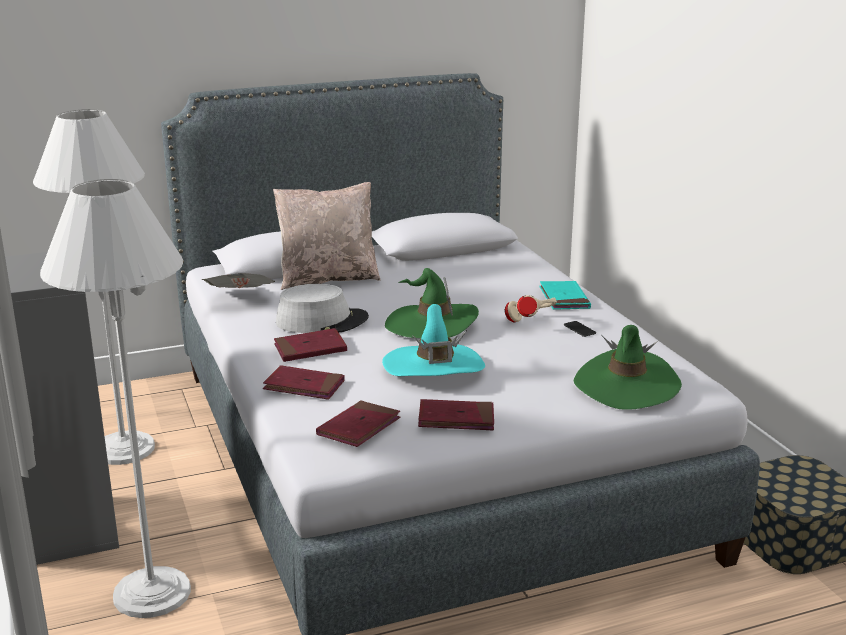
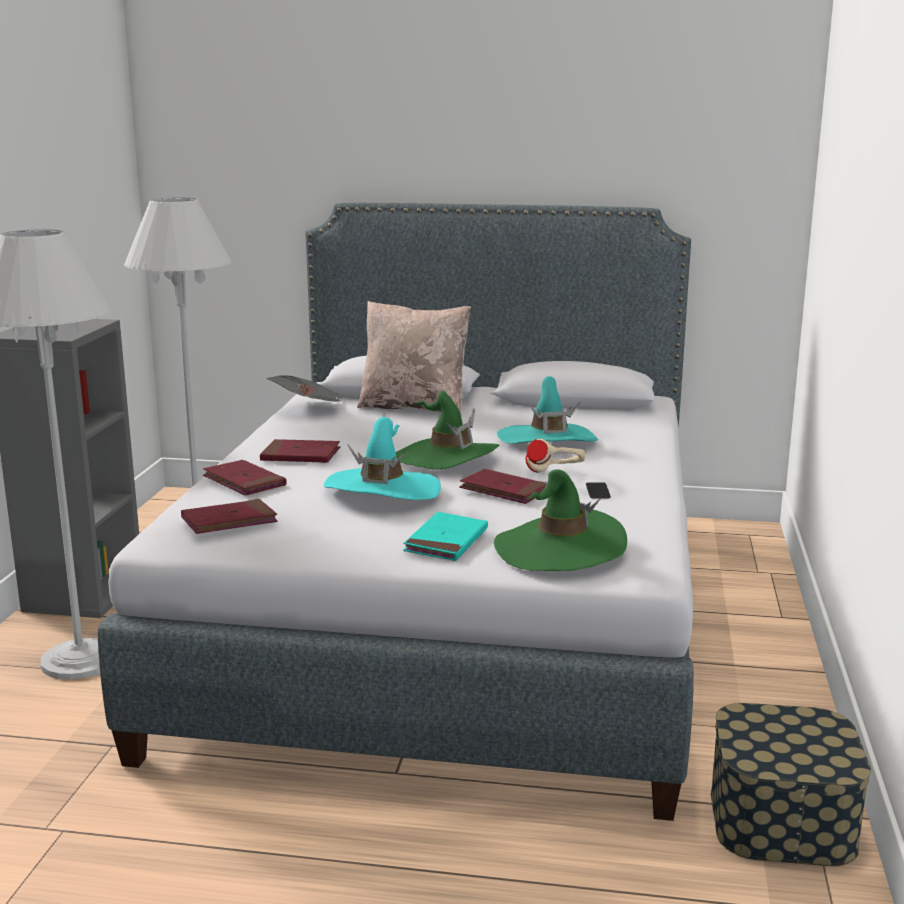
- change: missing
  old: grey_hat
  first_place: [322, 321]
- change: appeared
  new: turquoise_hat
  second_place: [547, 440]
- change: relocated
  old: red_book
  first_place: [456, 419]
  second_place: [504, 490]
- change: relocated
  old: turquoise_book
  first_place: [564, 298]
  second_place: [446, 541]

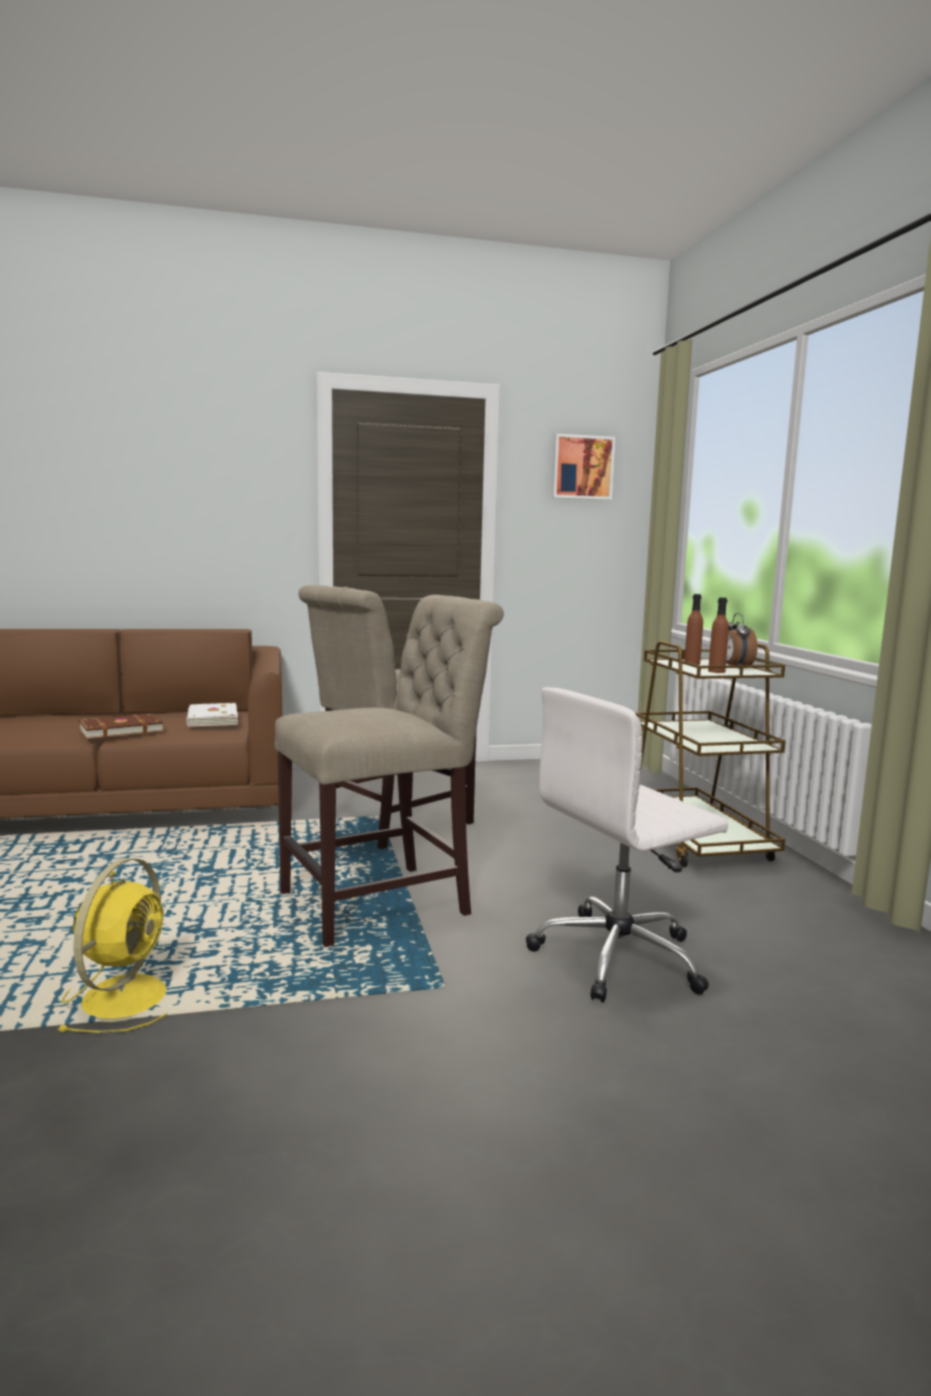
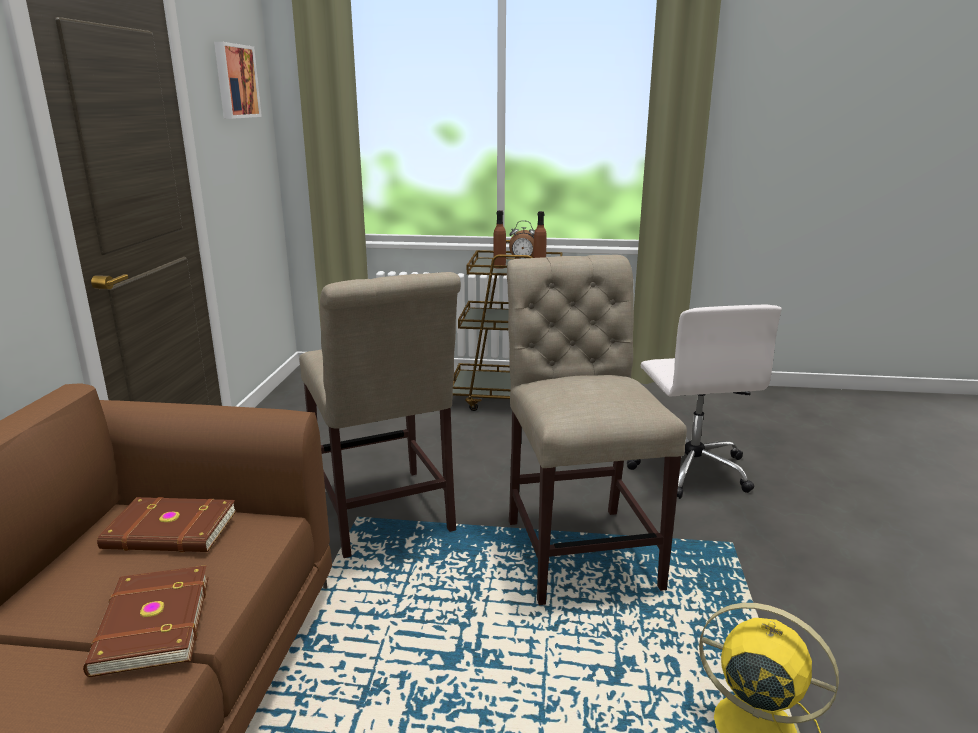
- change: colour
  old: white_book
  new: brown_book
  first_place: [211, 719]
  second_place: [170, 531]

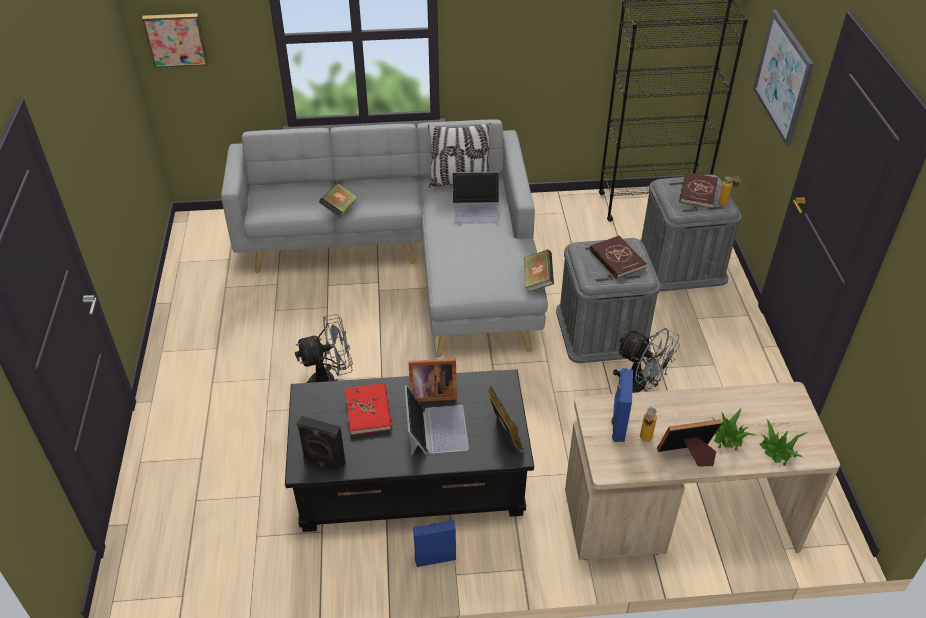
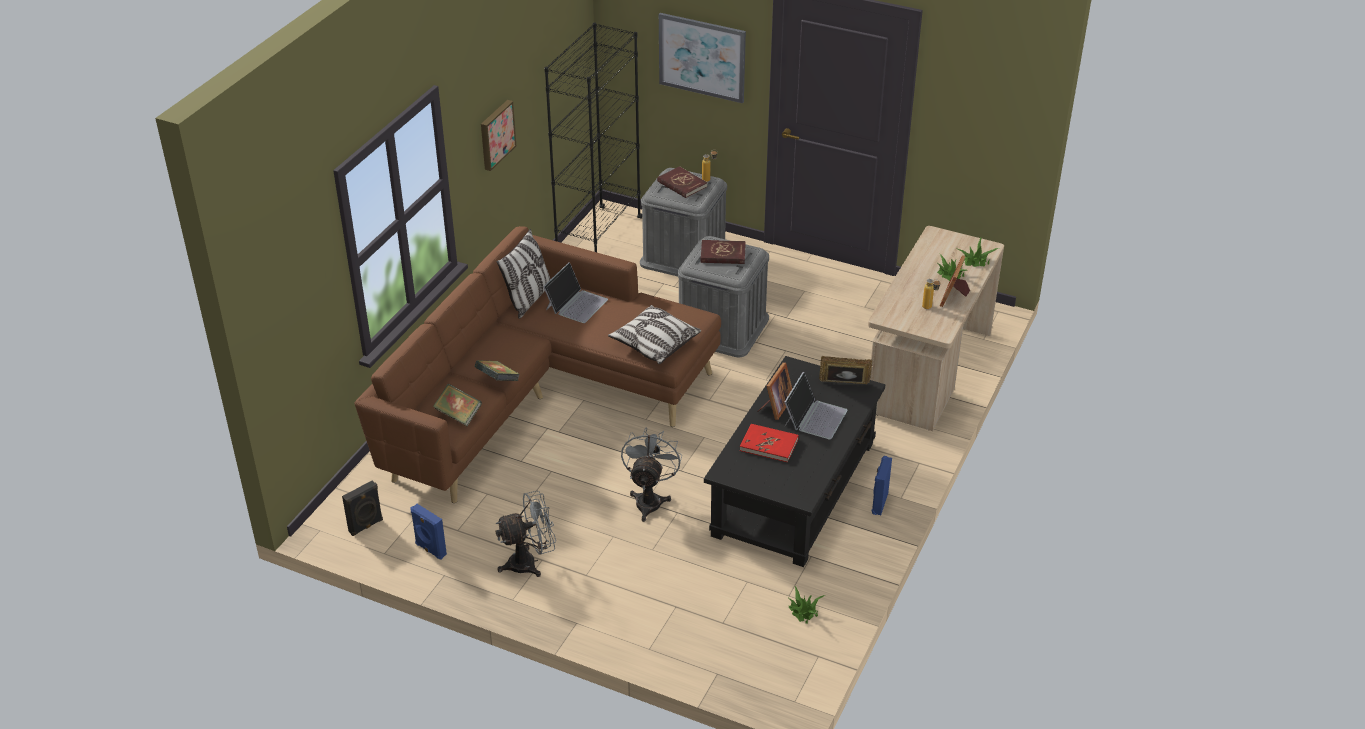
- change: appeared
  new: pillow
  second_place: [654, 344]
- change: appeared
  new: potted_plant
  second_place: [803, 611]
- change: relocated
  old: picture
  first_place: [176, 39]
  second_place: [496, 134]
- change: relocated
  old: black_speaker
  first_place: [324, 463]
  second_place: [366, 526]
- change: relocated
  old: book
  first_place: [537, 280]
  second_place: [458, 415]
- change: relocated
  old: blue_speaker
  first_place: [618, 424]
  second_place: [430, 550]
- change: relocated
  old: grey_fan
  first_place: [640, 387]
  second_place: [529, 562]
- change: colour
  old: grey_sofa
  new: brown_sofa
  first_place: [412, 263]
  second_place: [542, 398]
- change: spun
  old: laptop
  first_place: [435, 429]
  second_place: [815, 417]
  degrees: 90

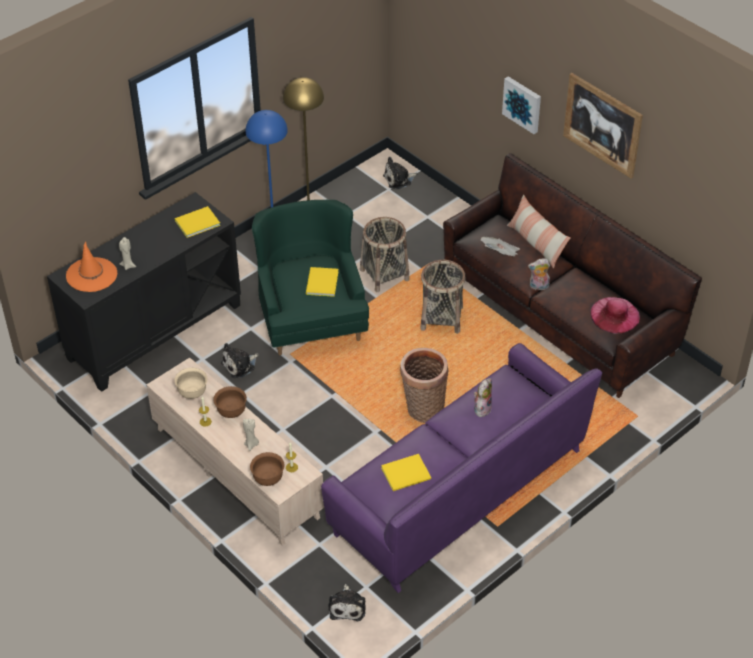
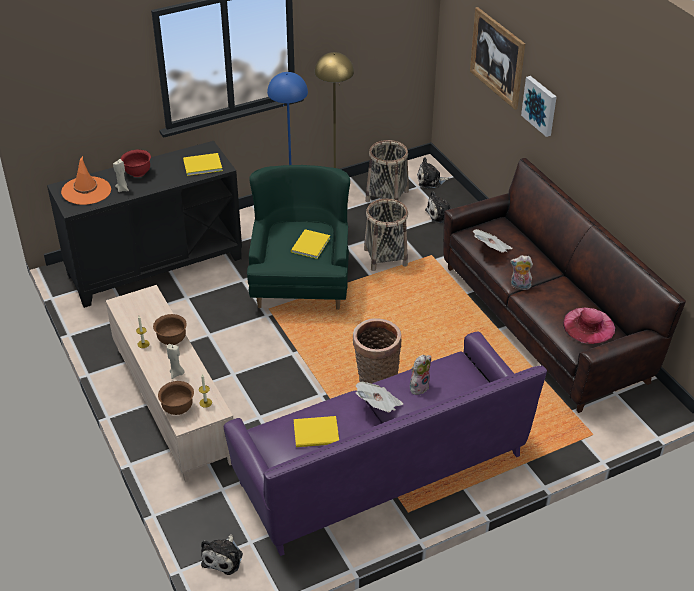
- change: missing
  old: beige_bowl
  first_place: [192, 393]
- change: missing
  old: pillow
  first_place: [536, 243]
- change: appeared
  new: red_bowl
  second_place: [138, 173]
- change: appeared
  new: newspaper
  second_place: [379, 405]
- change: relocated
  old: plush_toy
  first_place: [240, 365]
  second_place: [441, 214]
- change: relocated
  old: basket
  first_place: [441, 318]
  second_place: [387, 196]
- change: relocated
  old: picture
  first_place: [602, 125]
  second_place: [497, 57]

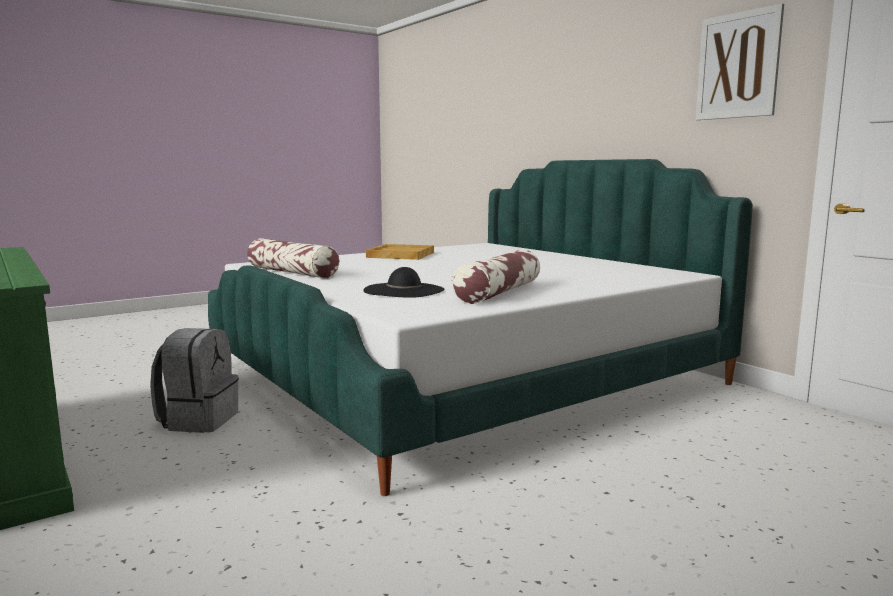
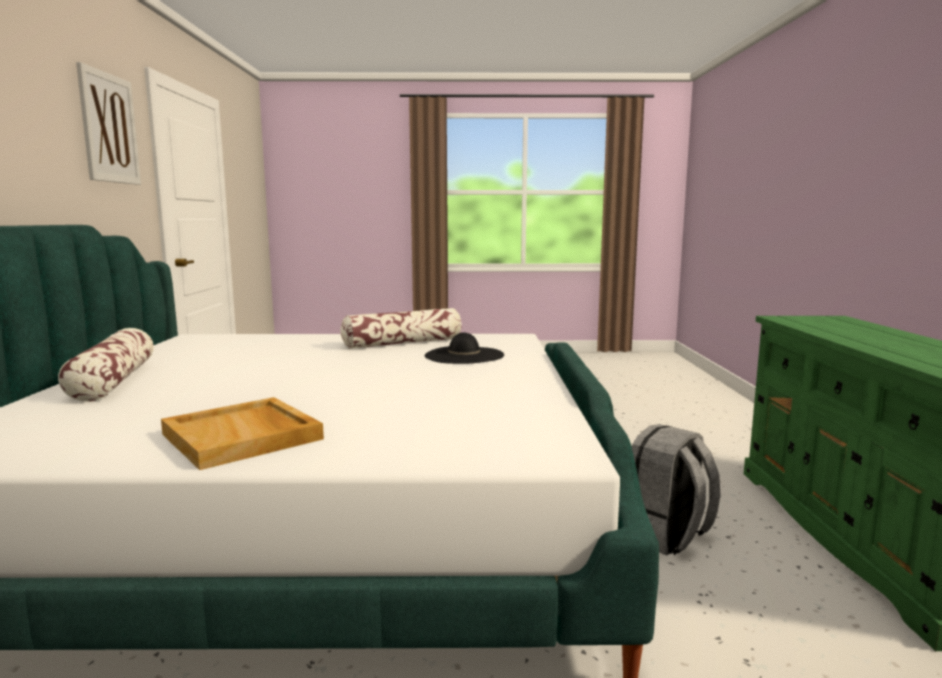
- change: relocated
  old: pillow
  first_place: [292, 272]
  second_place: [114, 381]

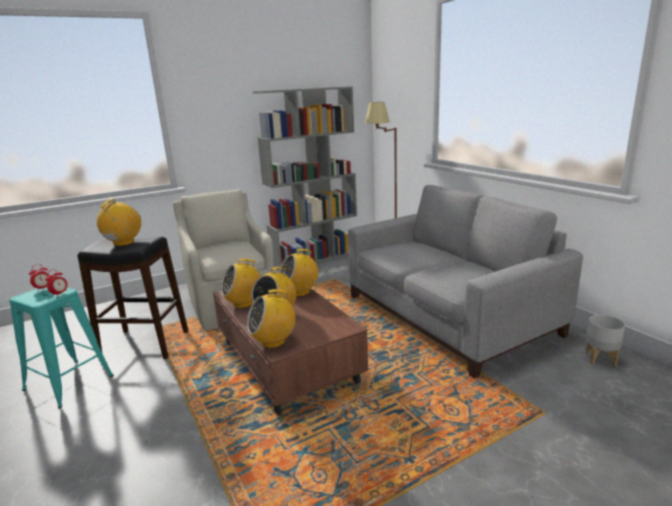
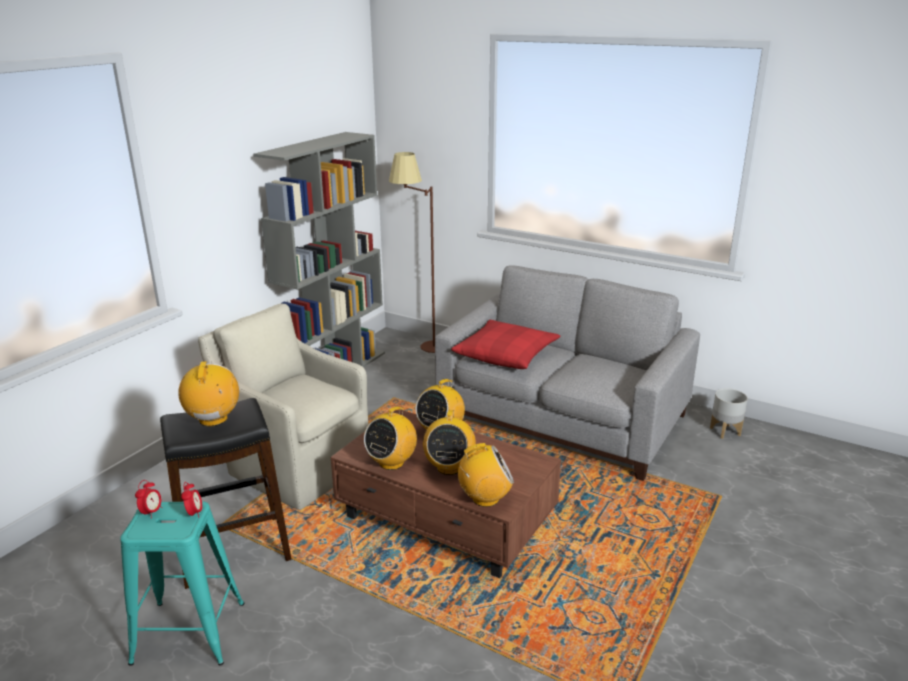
- change: appeared
  new: red_pillow
  second_place: [506, 354]
- change: spun
  old: radio
  first_place: [273, 342]
  second_place: [485, 499]
  degrees: -135

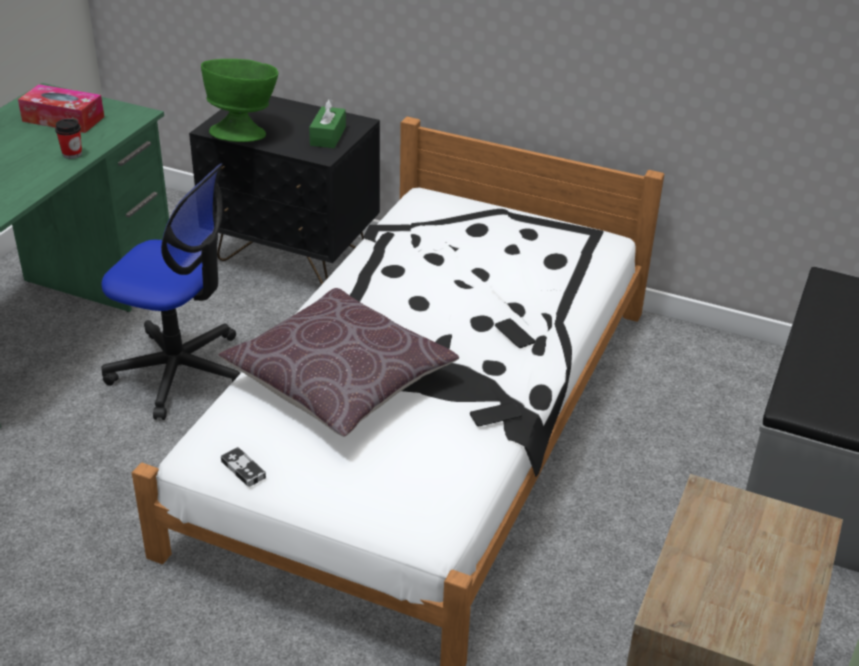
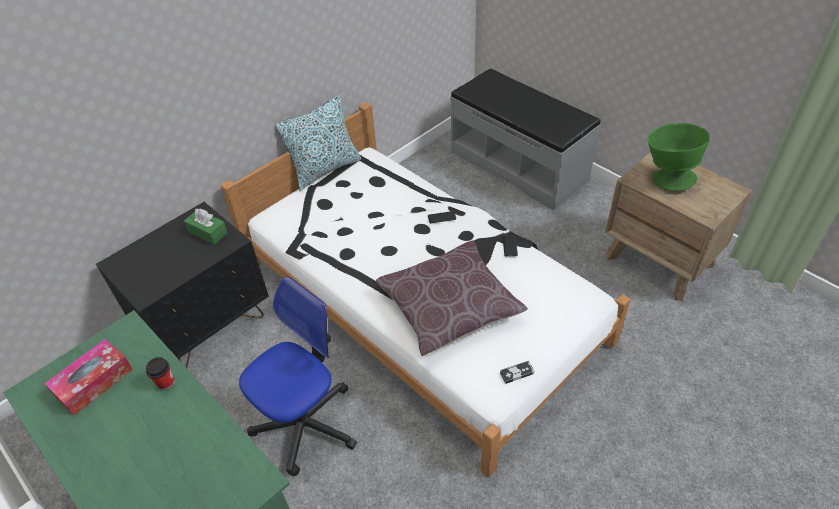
- change: appeared
  new: pillow
  second_place: [325, 169]
- change: relocated
  old: green_bowl
  first_place: [244, 132]
  second_place: [666, 178]

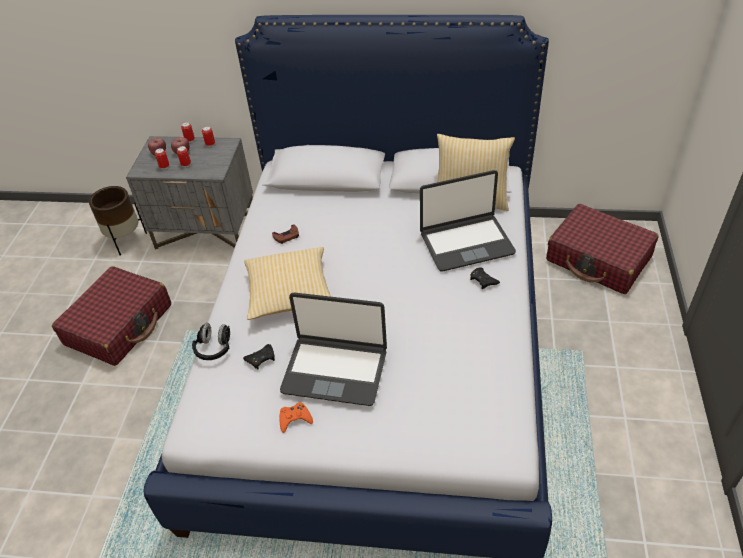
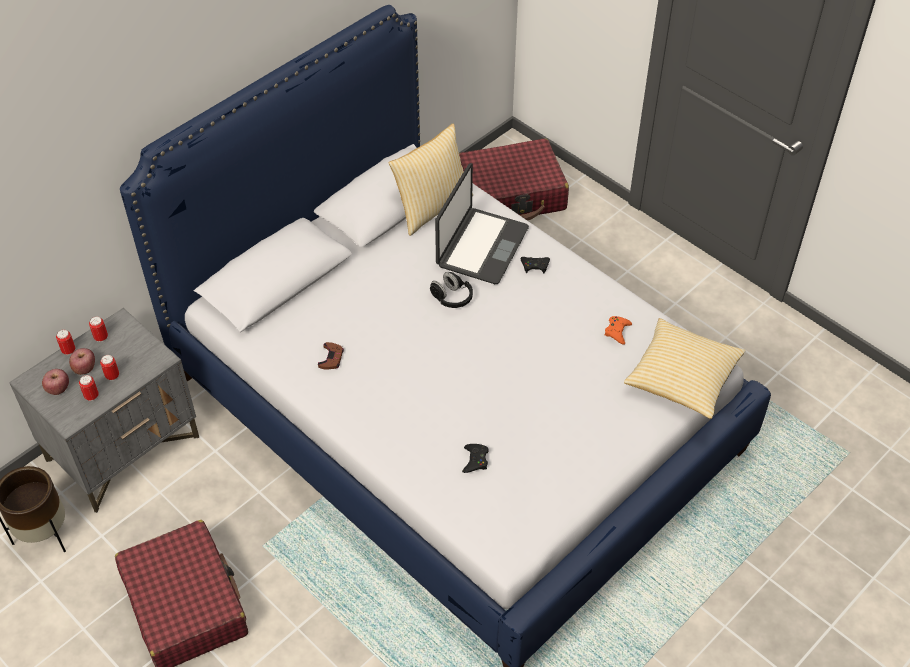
- change: missing
  old: laptop
  first_place: [335, 370]
- change: relocated
  old: black_headphones
  first_place: [214, 348]
  second_place: [452, 298]
- change: relocated
  old: pillow
  first_place: [289, 294]
  second_place: [682, 379]
- change: relocated
  old: orange_game_controller
  first_place: [295, 419]
  second_place: [617, 331]

